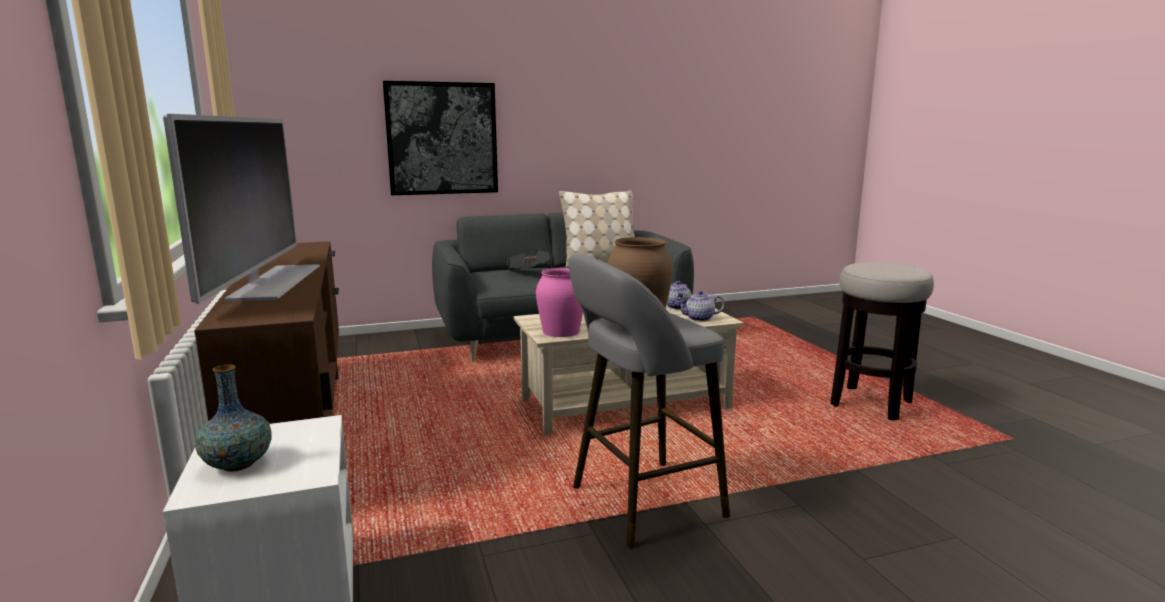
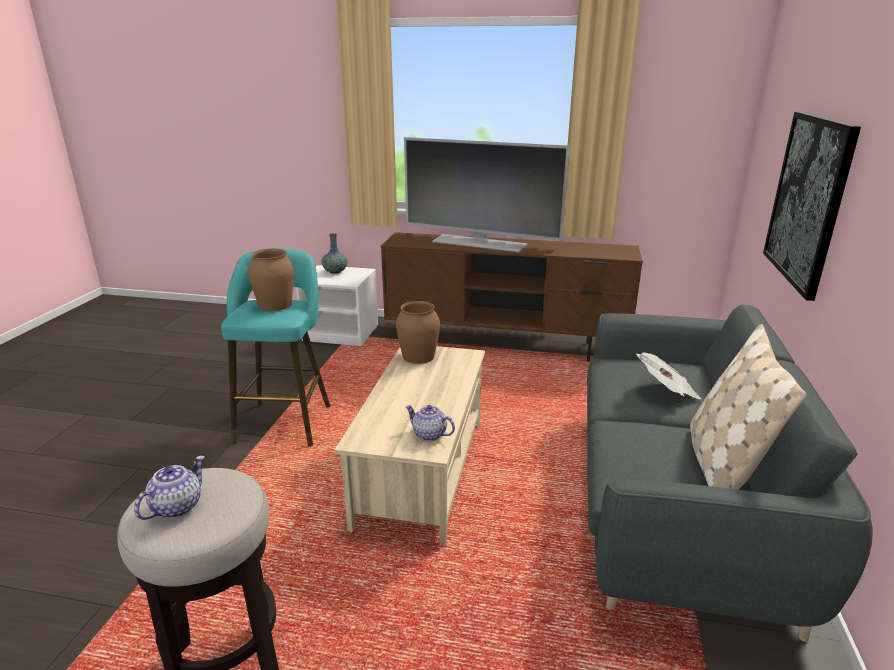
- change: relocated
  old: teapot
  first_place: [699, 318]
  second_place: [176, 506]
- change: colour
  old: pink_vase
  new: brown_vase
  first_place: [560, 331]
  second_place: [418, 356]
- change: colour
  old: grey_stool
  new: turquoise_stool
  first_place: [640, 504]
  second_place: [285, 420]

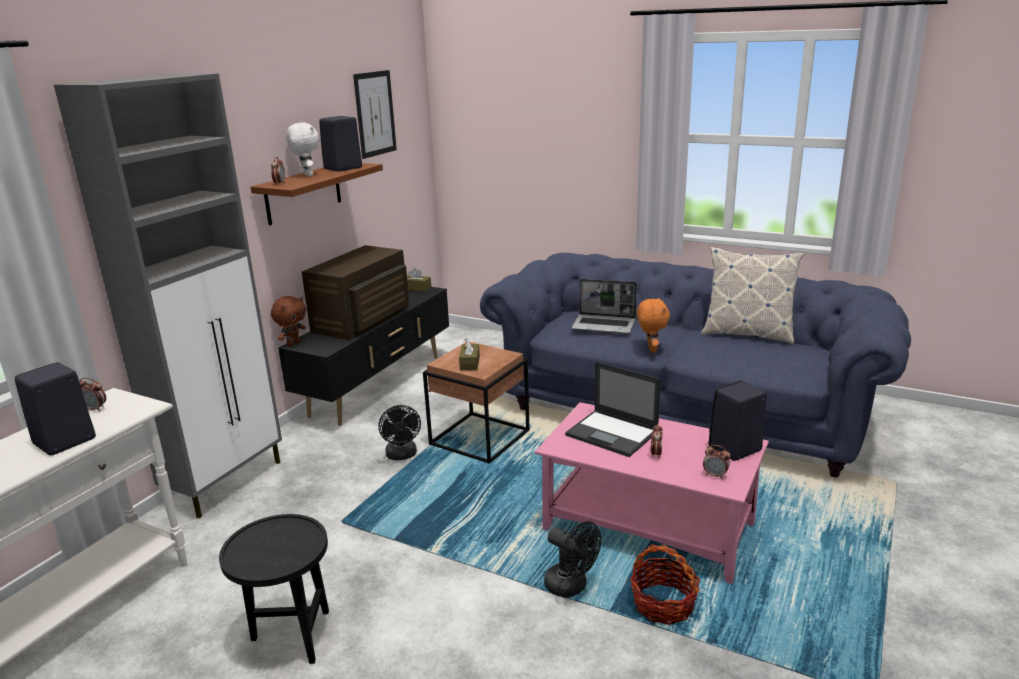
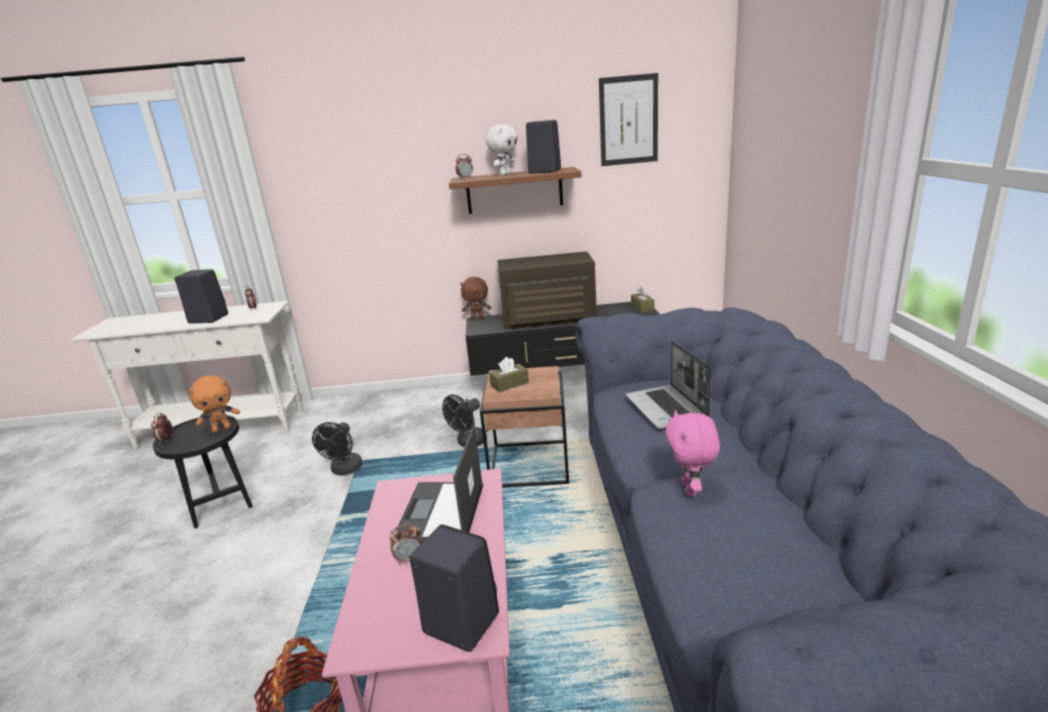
- change: missing
  old: grey_cabinet
  first_place: [227, 482]
- change: missing
  old: pillow
  first_place: [747, 334]
- change: appeared
  new: pink_plush_toy
  second_place: [691, 489]
- change: relocated
  old: black_fan
  first_place: [571, 587]
  second_place: [345, 470]
- change: relocated
  old: orange_plush_toy
  first_place: [651, 349]
  second_place: [222, 429]
- change: relocated
  old: alarm_clock
  first_place: [715, 475]
  second_place: [166, 440]

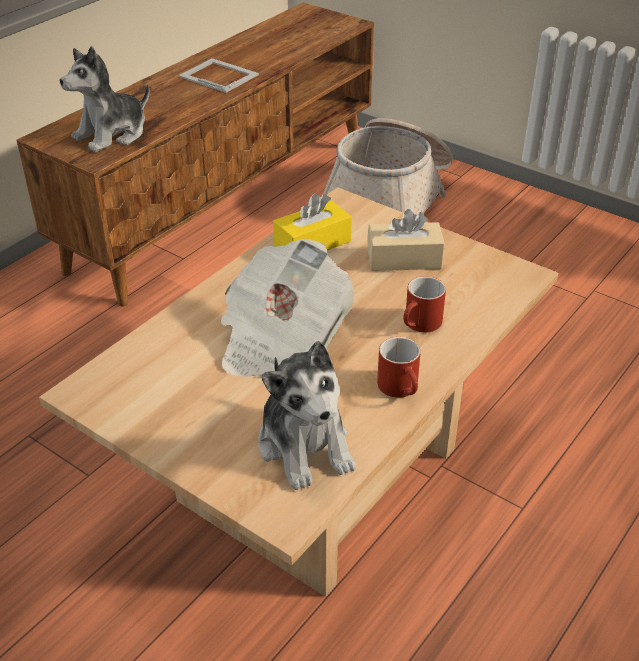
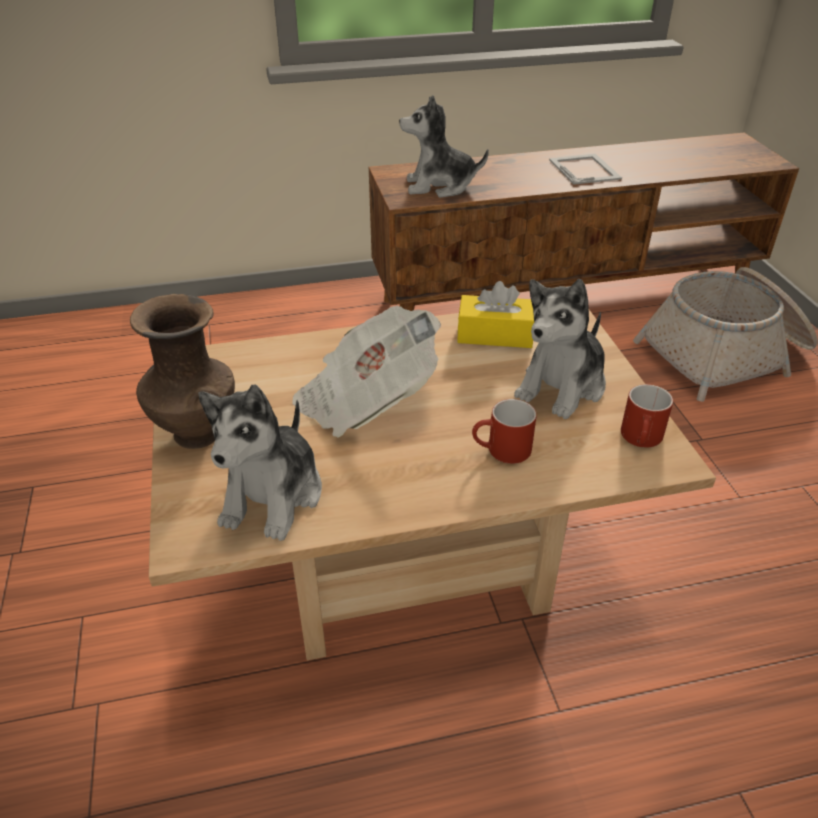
- change: appeared
  new: brown_vase
  second_place: [195, 432]
- change: relocated
  old: red_mug
  first_place: [402, 389]
  second_place: [642, 440]
- change: exchanged
  old: beige_tissue_box
  new: plush_toy
  first_place: [404, 259]
  second_place: [562, 386]

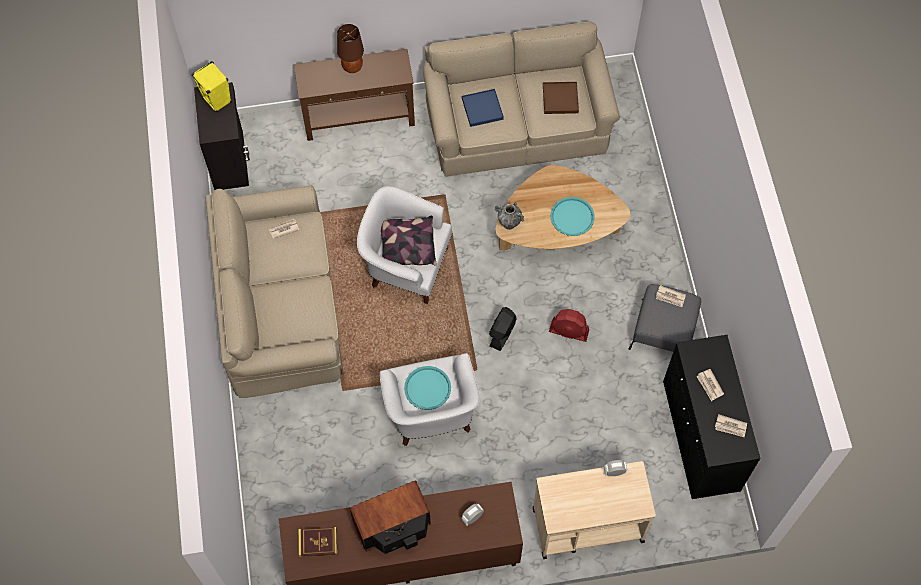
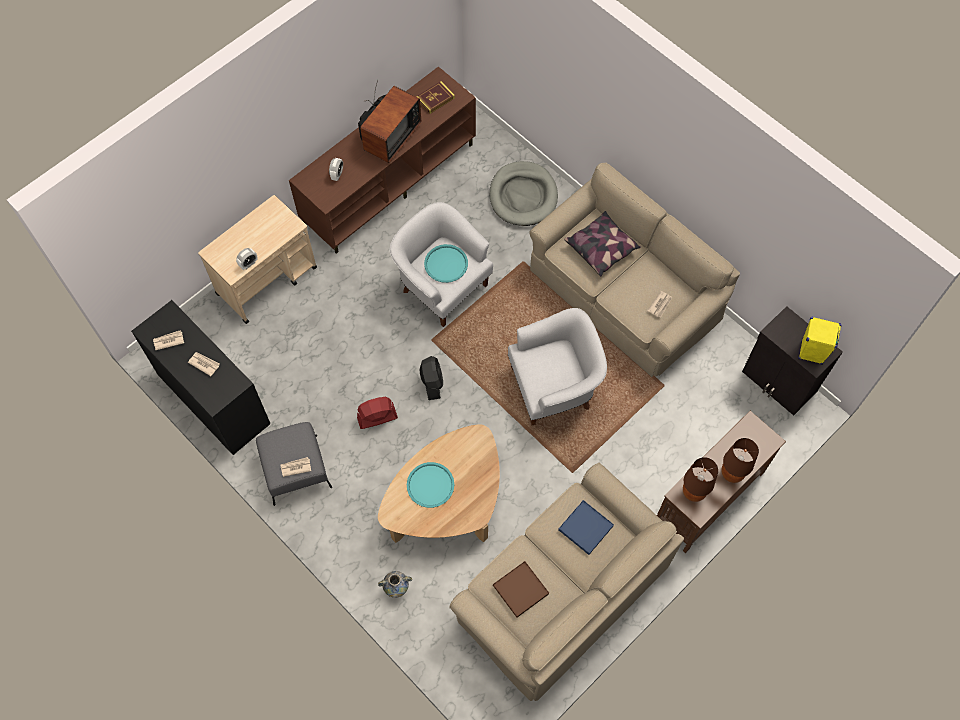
- change: appeared
  new: grey_dog_bed
  second_place: [523, 196]
- change: appeared
  new: brown_table_lamp
  second_place: [694, 492]
- change: relocated
  old: pillow
  first_place: [407, 247]
  second_place: [601, 248]
- change: relocated
  old: vase
  first_place: [509, 224]
  second_place: [396, 589]

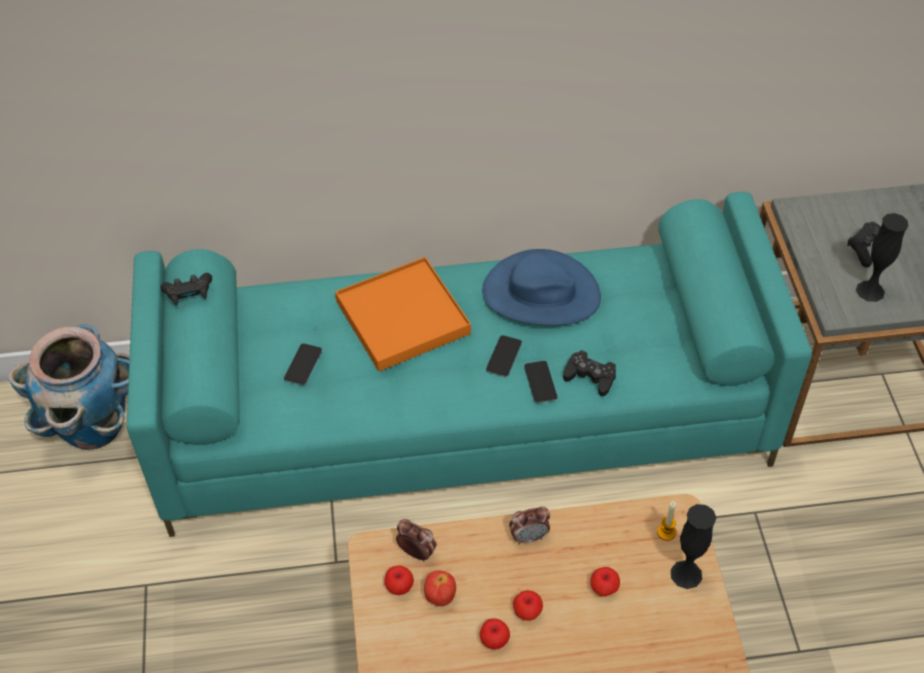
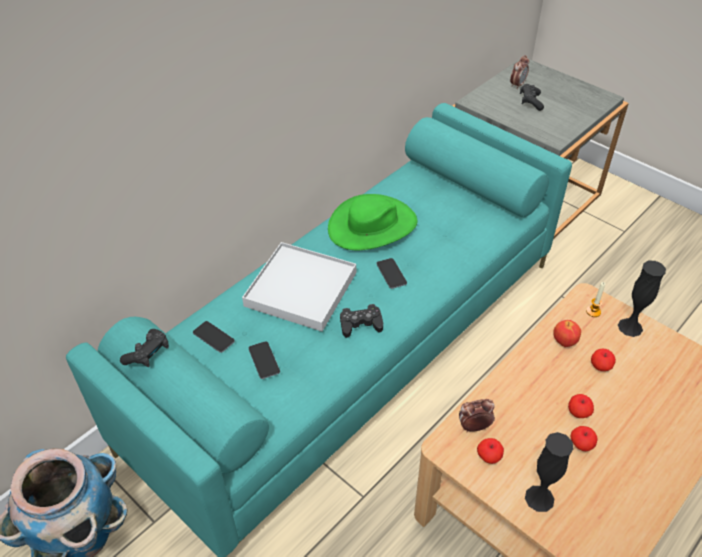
- change: relocated
  old: apple
  first_place: [439, 597]
  second_place: [563, 342]
- change: relocated
  old: alarm_clock
  first_place: [529, 537]
  second_place: [517, 85]
- change: relocated
  old: phone
  first_place: [540, 382]
  second_place: [213, 337]
- change: relocated
  old: black_game_controller
  first_place: [590, 377]
  second_place: [361, 324]
- change: relocated
  old: black_vase
  first_place: [870, 291]
  second_place: [539, 498]
- change: colour
  old: orange_tray
  new: white_tray
  first_place: [403, 317]
  second_place: [301, 289]
- change: colour
  old: blue_hat
  new: green_hat
  first_place: [541, 294]
  second_place: [372, 226]

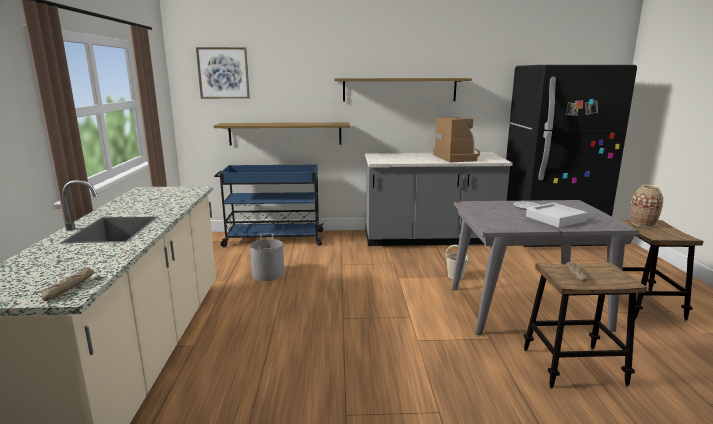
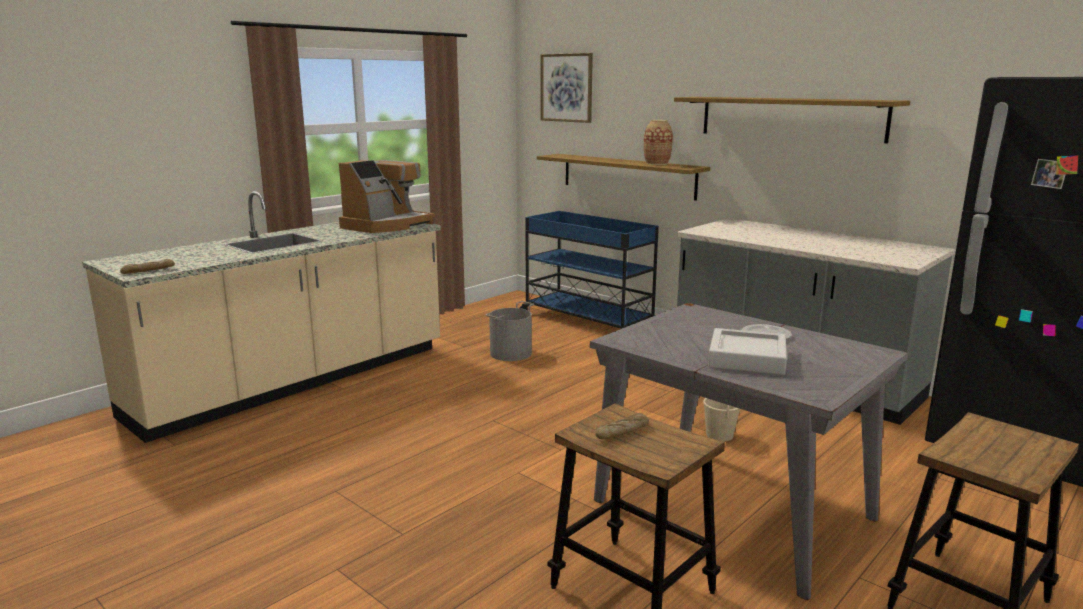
- change: relocated
  old: coffee_machine
  first_place: [458, 157]
  second_place: [387, 225]
- change: relocated
  old: vase
  first_place: [643, 224]
  second_place: [657, 163]

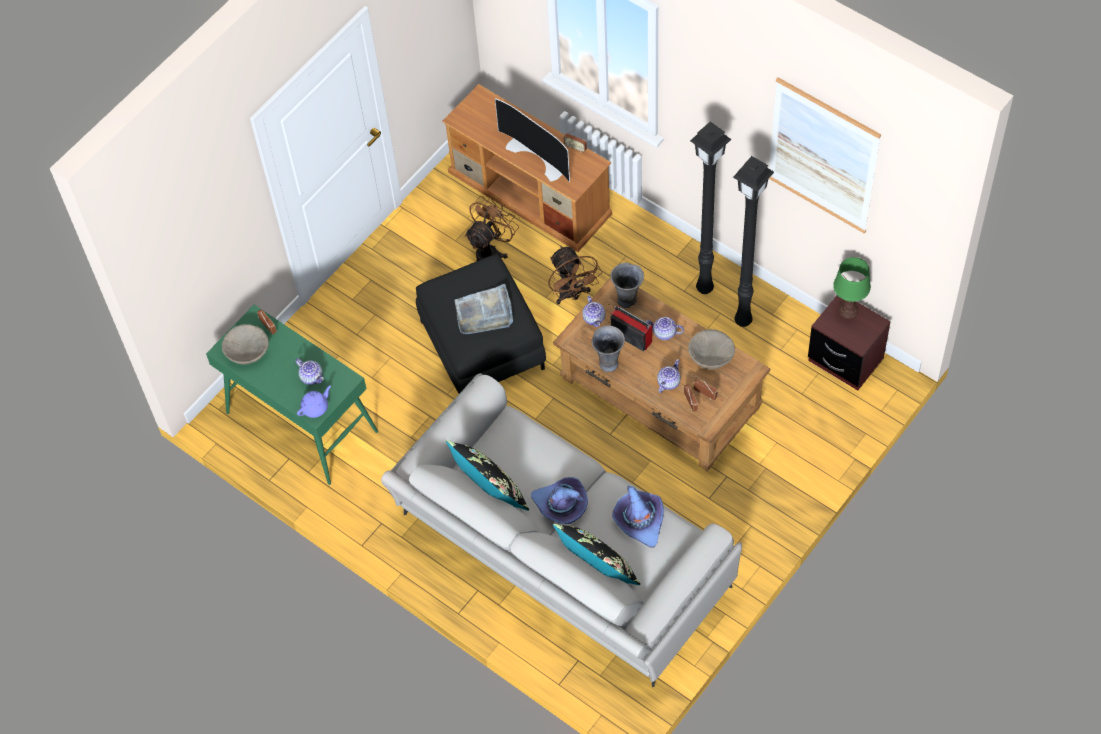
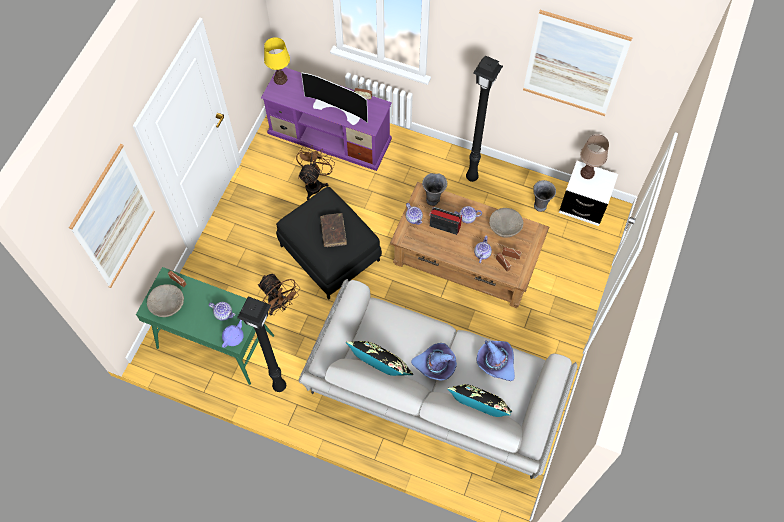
- change: appeared
  new: picture
  second_place: [114, 218]
- change: appeared
  new: yellow_table_lamp
  second_place: [280, 79]
- change: relocated
  old: brown_fan
  first_place: [572, 294]
  second_place: [279, 305]
- change: relocated
  old: grey_vase
  first_place: [608, 363]
  second_place: [540, 205]
- change: relocated
  old: black_floor_lamp
  first_place: [741, 321]
  second_place: [278, 387]
- change: exchanged
  old: grey_tray
  new: brown_book
  first_place: [484, 313]
  second_place: [333, 232]
- change: colour
  old: brown_tv_stand
  new: purple_tv_stand
  first_place: [531, 193]
  second_place: [330, 136]
- change: colour
  old: brown_nightstand
  new: white_nightstand
  first_place: [845, 360]
  second_place: [583, 206]
- change: colour
  old: green_table_lamp
  new: brown_table_lamp
  first_place: [848, 311]
  second_place: [587, 173]

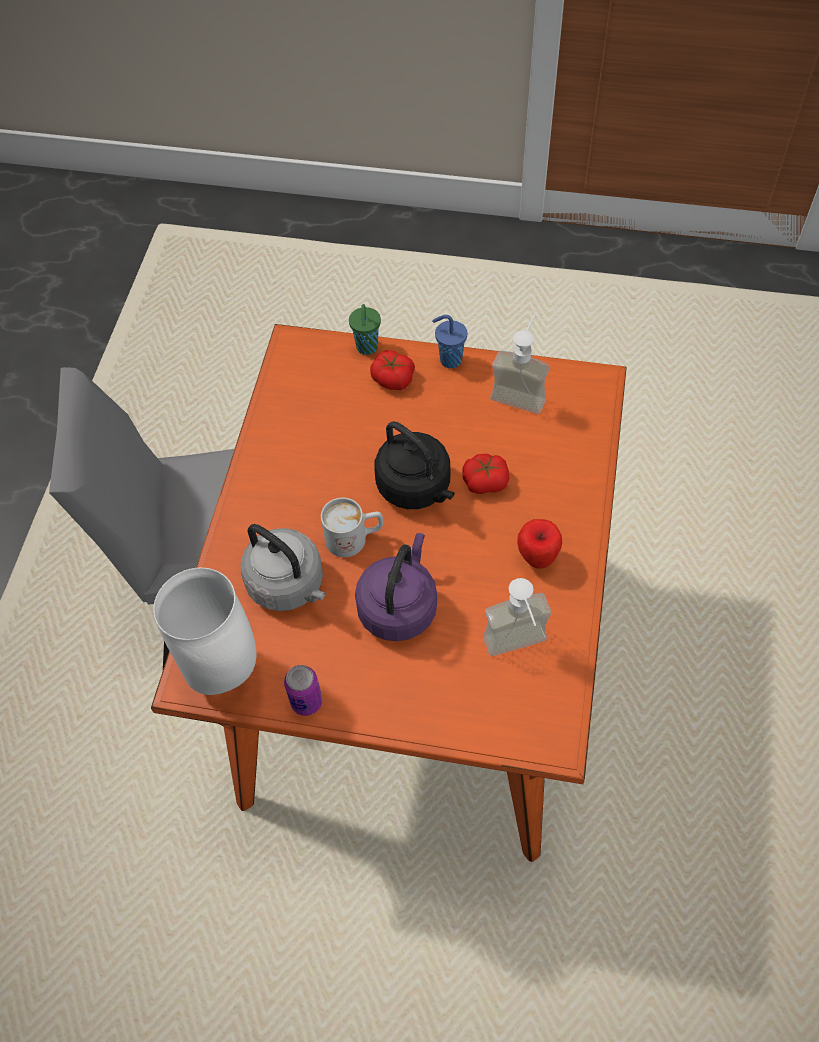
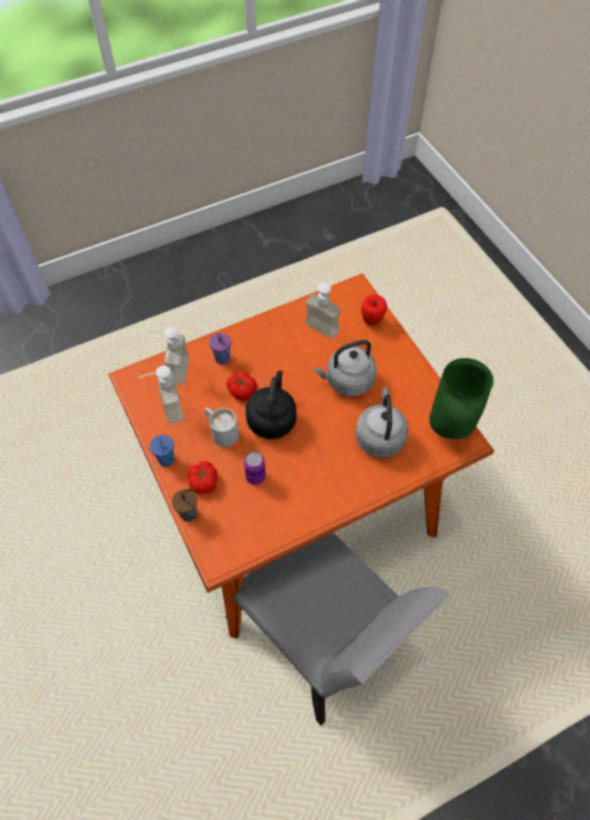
- change: appeared
  new: soap_dispenser
  second_place: [172, 370]
- change: appeared
  new: purple_cup
  second_place: [223, 359]
- change: relocated
  old: can
  first_place: [306, 702]
  second_place: [255, 476]
- change: relocated
  old: white_mug
  first_place: [355, 538]
  second_place: [221, 432]
- change: relocated
  old: apple
  first_place: [537, 559]
  second_place: [372, 321]
- change: colour
  old: white_vase
  new: green_vase
  first_place: [226, 672]
  second_place: [447, 429]
- change: colour
  old: green_cup
  new: brown_cup
  first_place: [367, 348]
  second_place: [189, 513]
- change: colour
  old: purple_kettle
  new: grey_kettle
  first_place: [399, 606]
  second_place: [347, 381]

